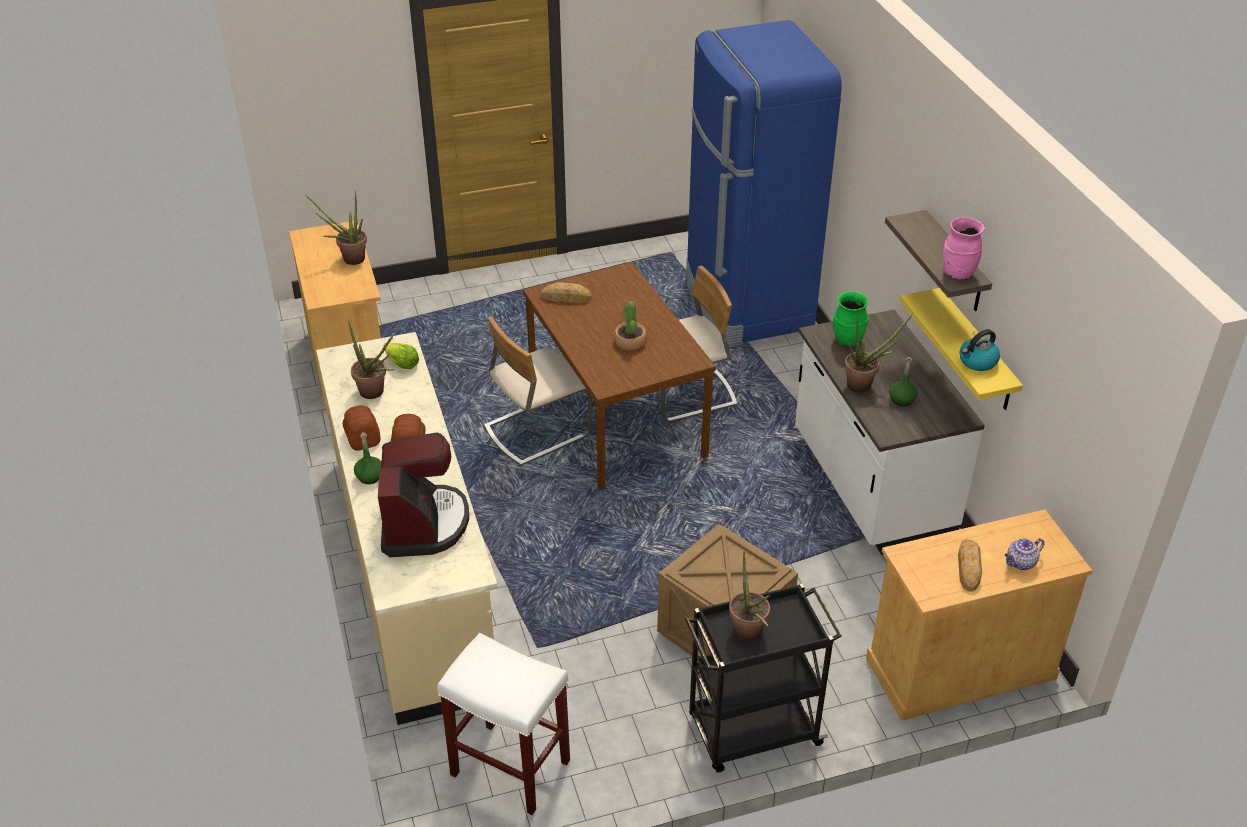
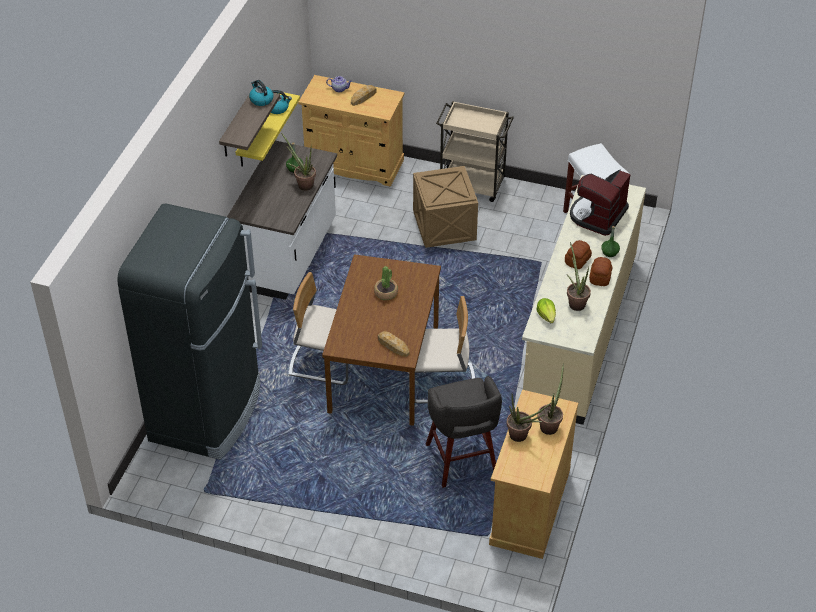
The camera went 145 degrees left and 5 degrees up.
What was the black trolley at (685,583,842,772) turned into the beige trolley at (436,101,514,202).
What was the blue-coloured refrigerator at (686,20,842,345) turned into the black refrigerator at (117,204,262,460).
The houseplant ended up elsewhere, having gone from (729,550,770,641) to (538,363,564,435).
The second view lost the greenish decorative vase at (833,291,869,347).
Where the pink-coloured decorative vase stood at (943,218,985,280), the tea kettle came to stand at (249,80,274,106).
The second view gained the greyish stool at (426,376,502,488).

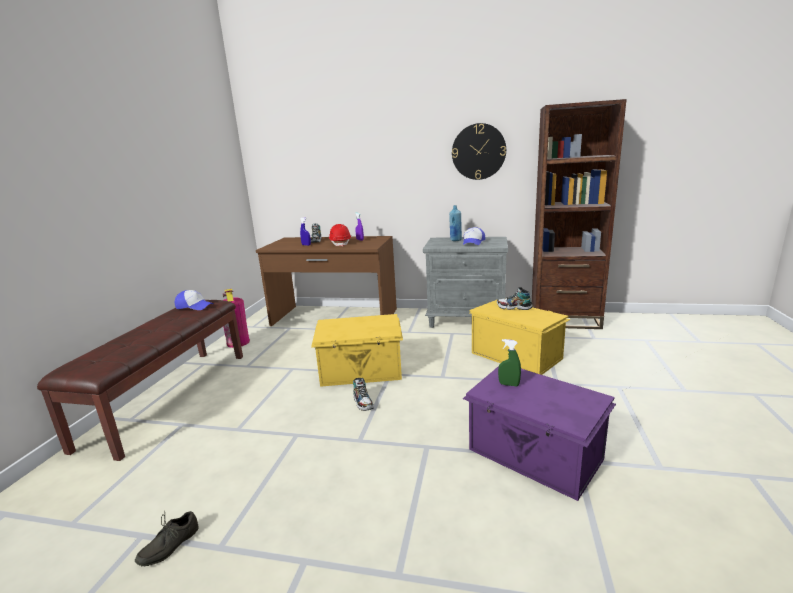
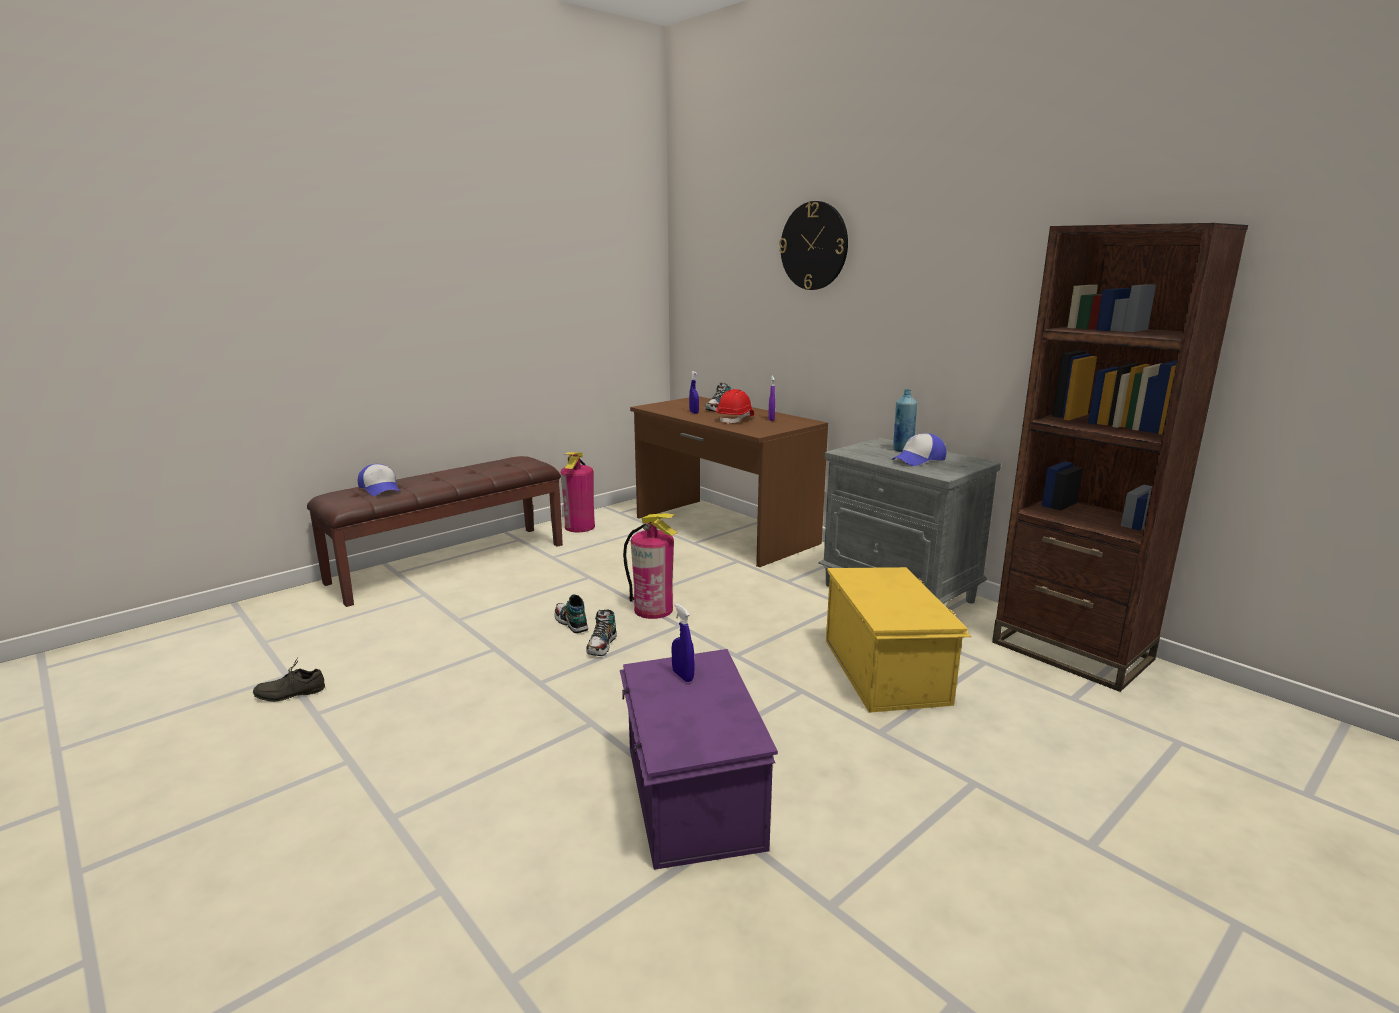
The camera went 35 degrees right and 0 degrees up.
The peaked cap ended up elsewhere, having gone from (175,290,214,310) to (358,464,399,496).
Where the yellowish storage box stood at (311,314,403,387), the fire-fighting cylinder came to stand at (623,513,677,619).
The hanging clock ended up elsewhere, having gone from (452,123,506,180) to (779,201,848,290).
The shoe ended up elsewhere, having gone from (497,287,532,310) to (555,595,588,633).
What was the greenish spray bottle at (498,339,521,386) turned into the blue-coloured spray bottle at (671,603,695,682).

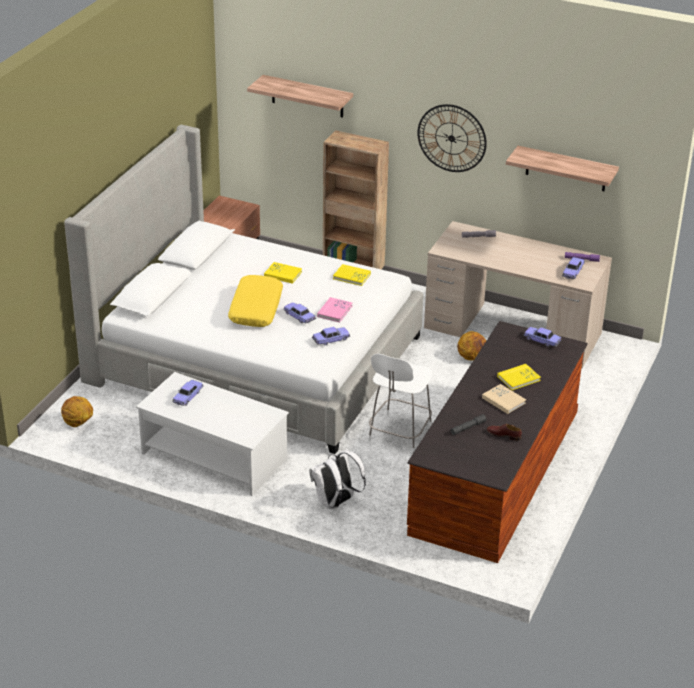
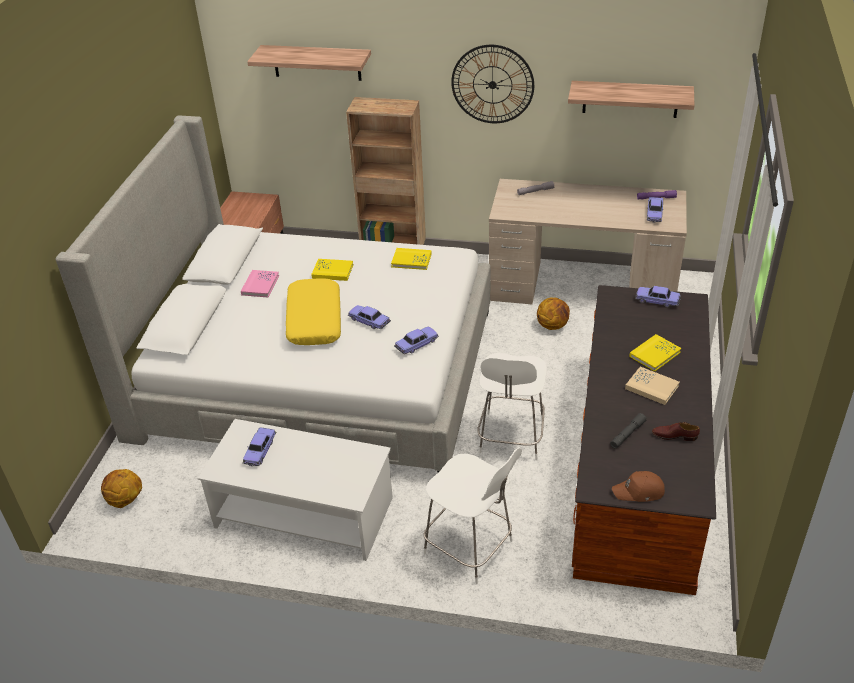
The camera went 10 degrees left and 5 degrees up.
Where the white knapsack stood at (309,449,366,509), the white stool came to stand at (423,448,522,584).
The pink-coloured bound book ended up elsewhere, having gone from (317,297,353,322) to (241,270,279,297).
The second view gained the brown-coloured peaked cap at (612,471,665,502).

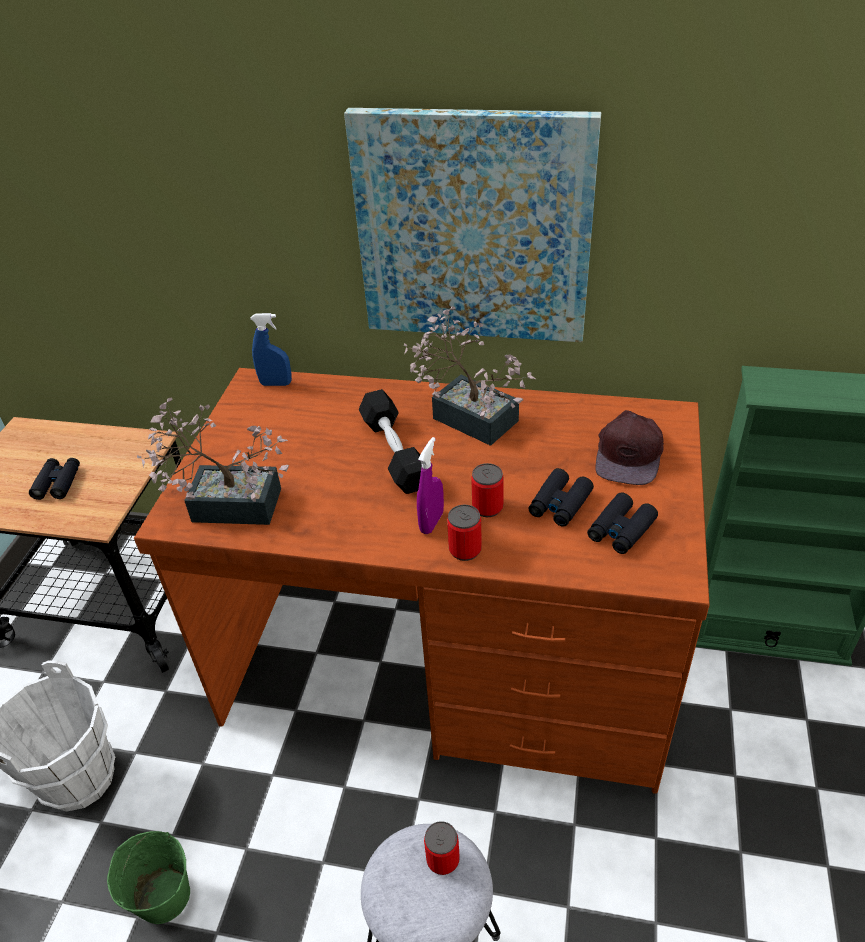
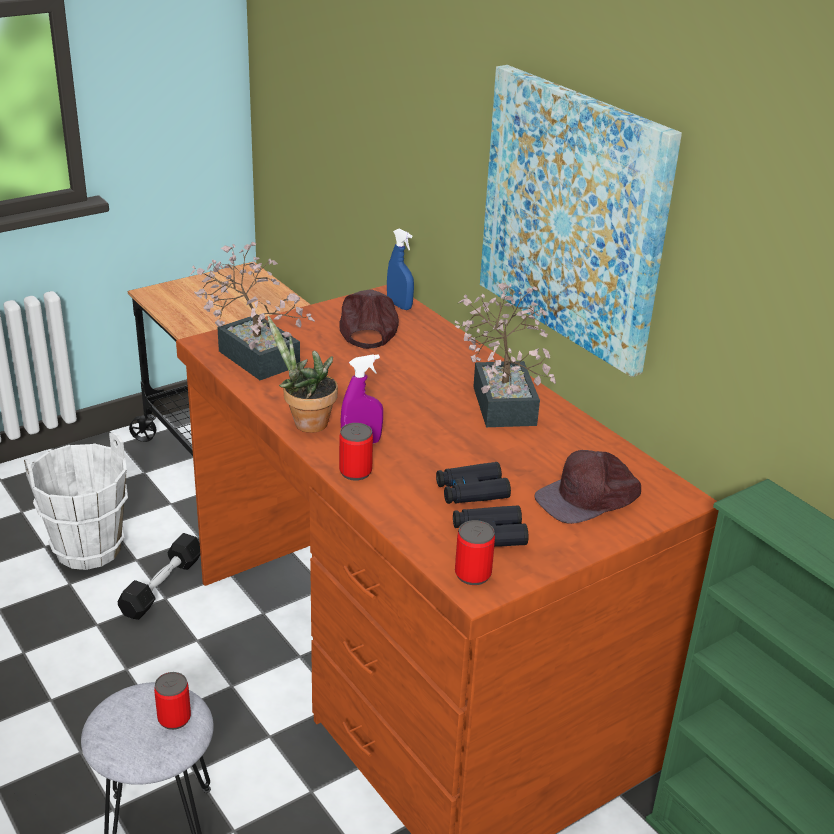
The camera went 40 degrees right and 10 degrees down.
The second view lost the black pair of binoculars at (29,458,80,500).
The second view lost the greenish pail at (107,831,190,924).
The black hand weight ended up elsewhere, having gone from (359,389,422,494) to (117,533,201,620).
The sealed can ended up elsewhere, having gone from (471,463,504,517) to (455,520,495,585).
The second view gained the houseplant at (267,316,338,433).
The second view gained the brown-coloured peaked cap at (339,290,399,349).

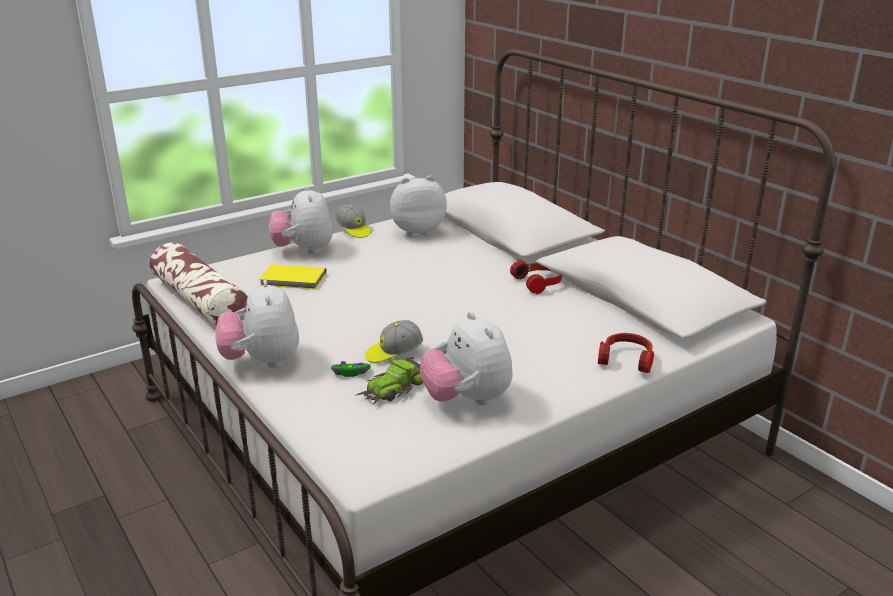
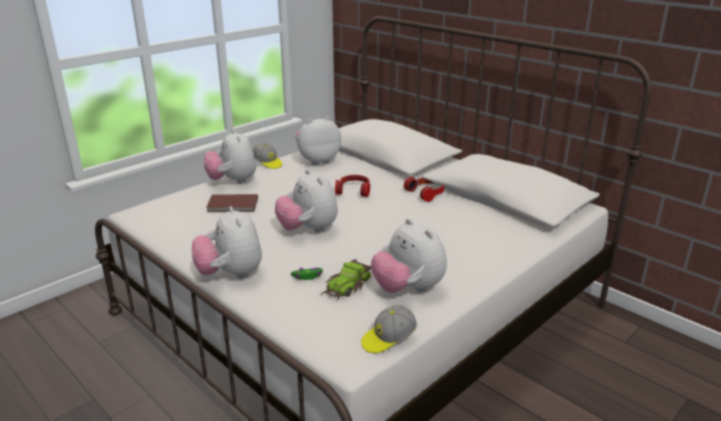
The camera went 10 degrees left and 0 degrees up.
The second view lost the throw pillow at (150,243,248,326).
What was the yellowish bound book at (259,264,326,289) turned into the brown-coloured bound book at (206,194,258,212).
The peaked cap ended up elsewhere, having gone from (365,320,423,363) to (361,305,417,353).
The headphones ended up elsewhere, having gone from (598,333,654,373) to (335,175,370,197).
The second view gained the cuddly toy at (275,169,338,233).

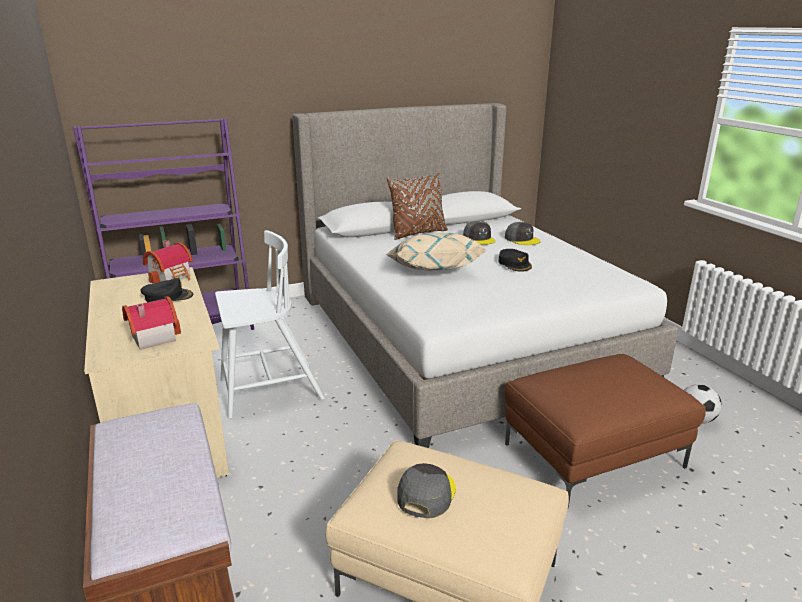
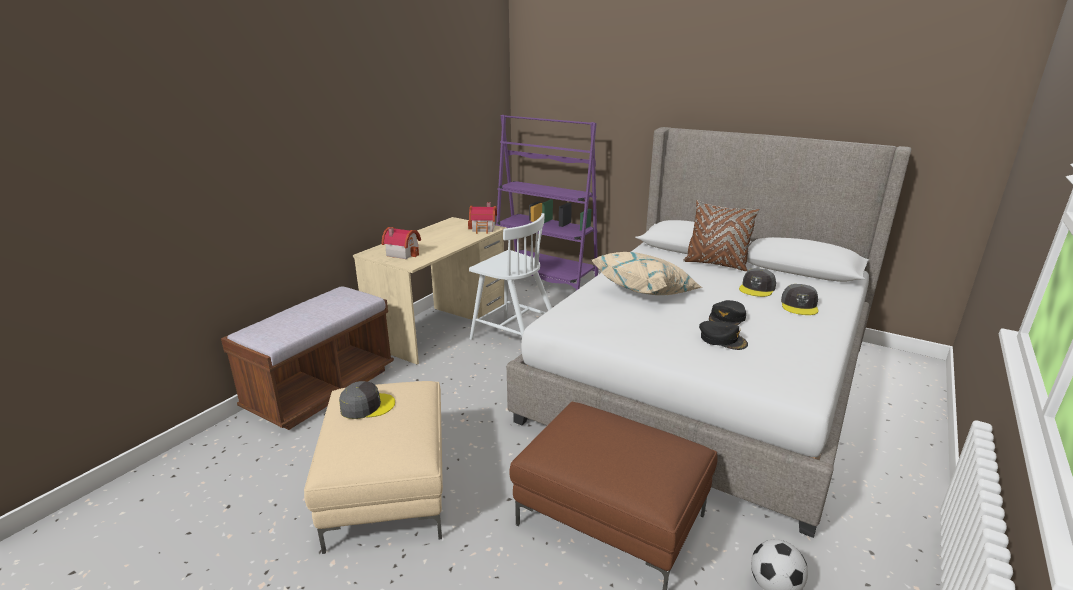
The camera went 55 degrees right and 0 degrees up.
The black peaked cap ended up elsewhere, having gone from (140,278,193,302) to (699,321,748,350).

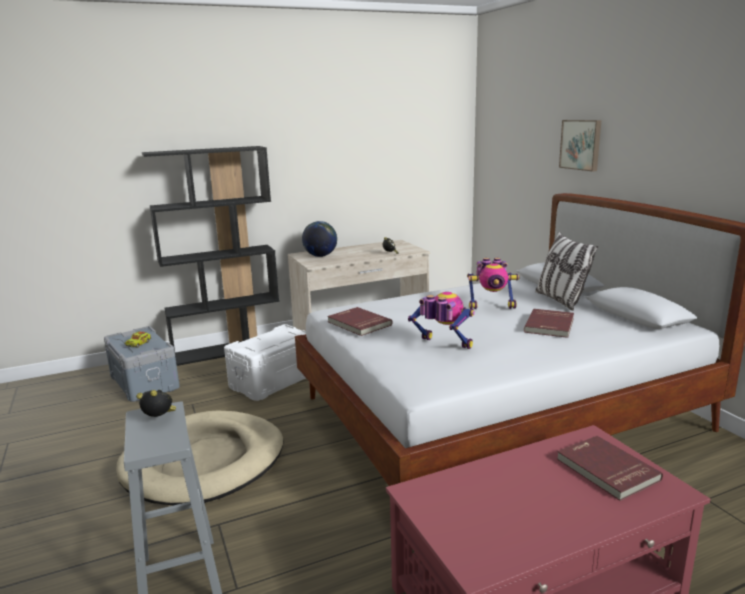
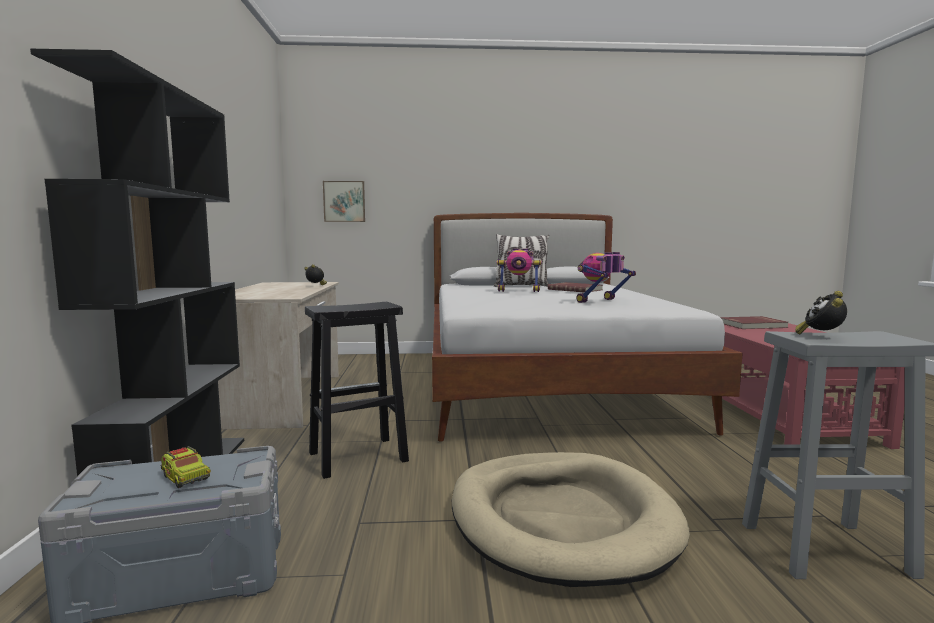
The camera went 70 degrees left and 10 degrees down.
Where the white storage box stood at (224,324,306,401), the black stool came to stand at (305,302,409,479).
The second view lost the globe at (302,221,337,257).
The second view lost the red bound book at (327,307,393,336).
The toy robot at (467,258,519,309) ended up facing another way, 75 degrees clockwise from before.
The wall art ended up elsewhere, having gone from (559,120,601,171) to (323,181,365,222).

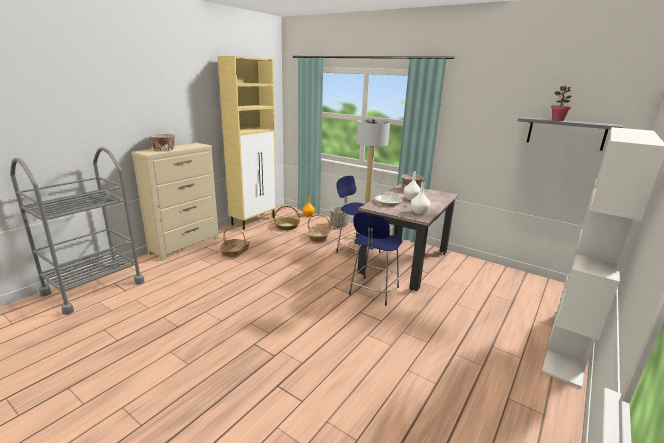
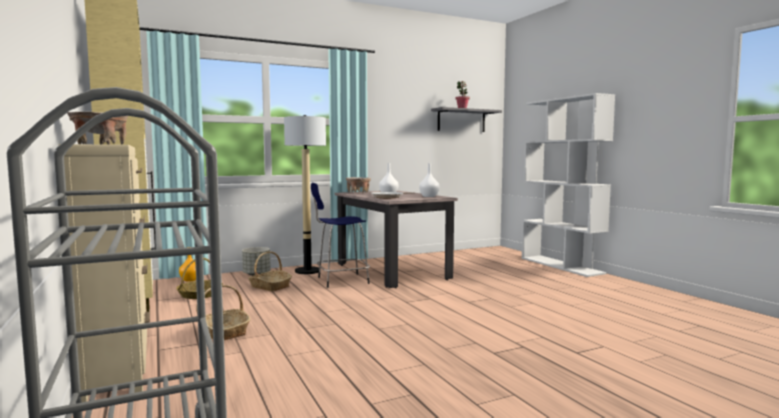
The camera went 60 degrees left and 15 degrees down.
The second view lost the blue-coloured stool at (349,213,403,306).

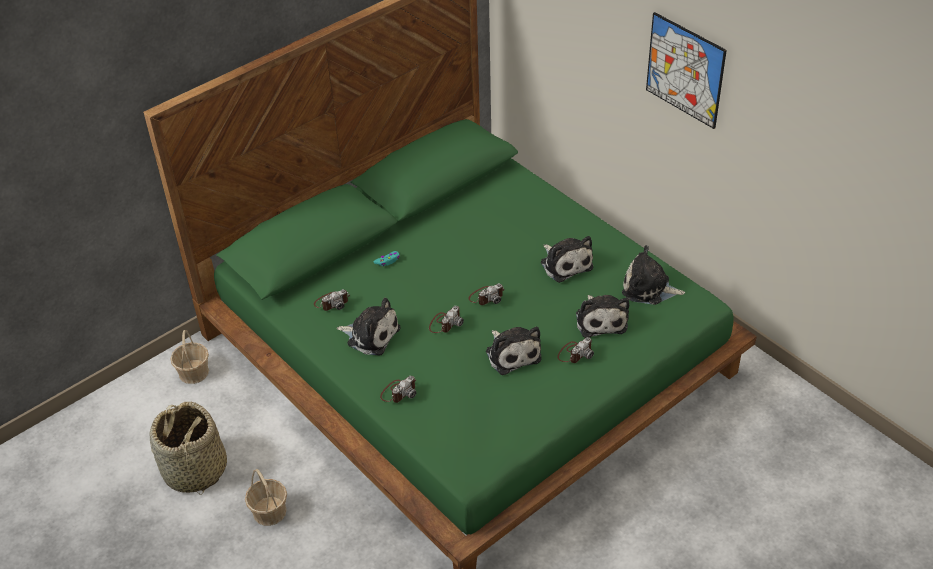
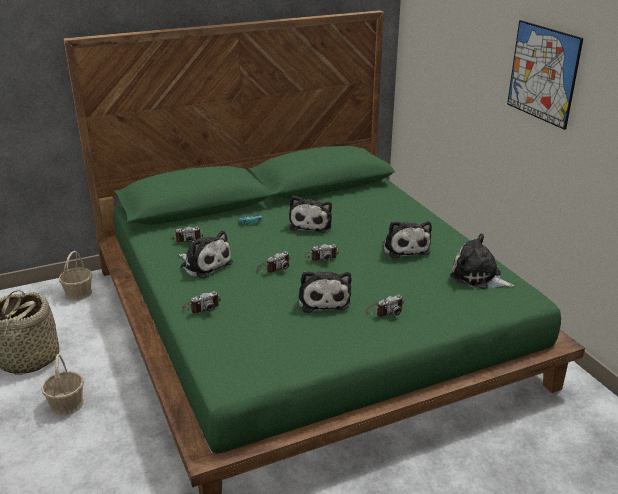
The camera went 15 degrees right and 15 degrees down.
The cuddly toy ended up elsewhere, having gone from (576,295,629,338) to (289,196,332,233).

